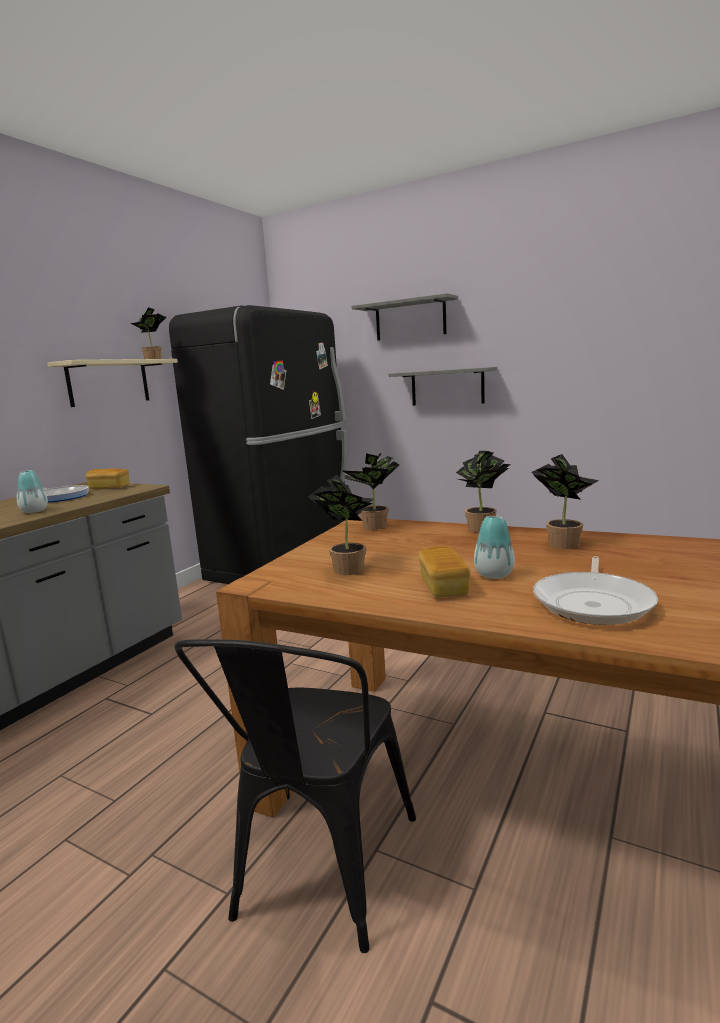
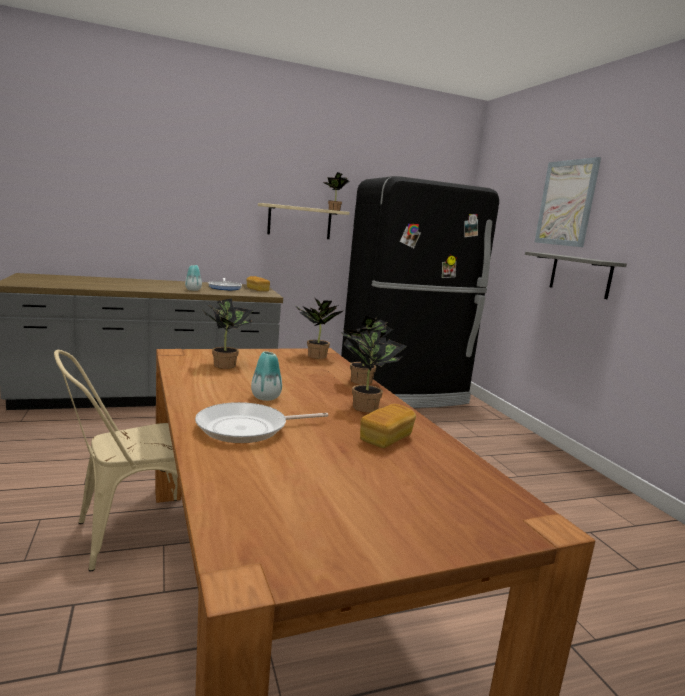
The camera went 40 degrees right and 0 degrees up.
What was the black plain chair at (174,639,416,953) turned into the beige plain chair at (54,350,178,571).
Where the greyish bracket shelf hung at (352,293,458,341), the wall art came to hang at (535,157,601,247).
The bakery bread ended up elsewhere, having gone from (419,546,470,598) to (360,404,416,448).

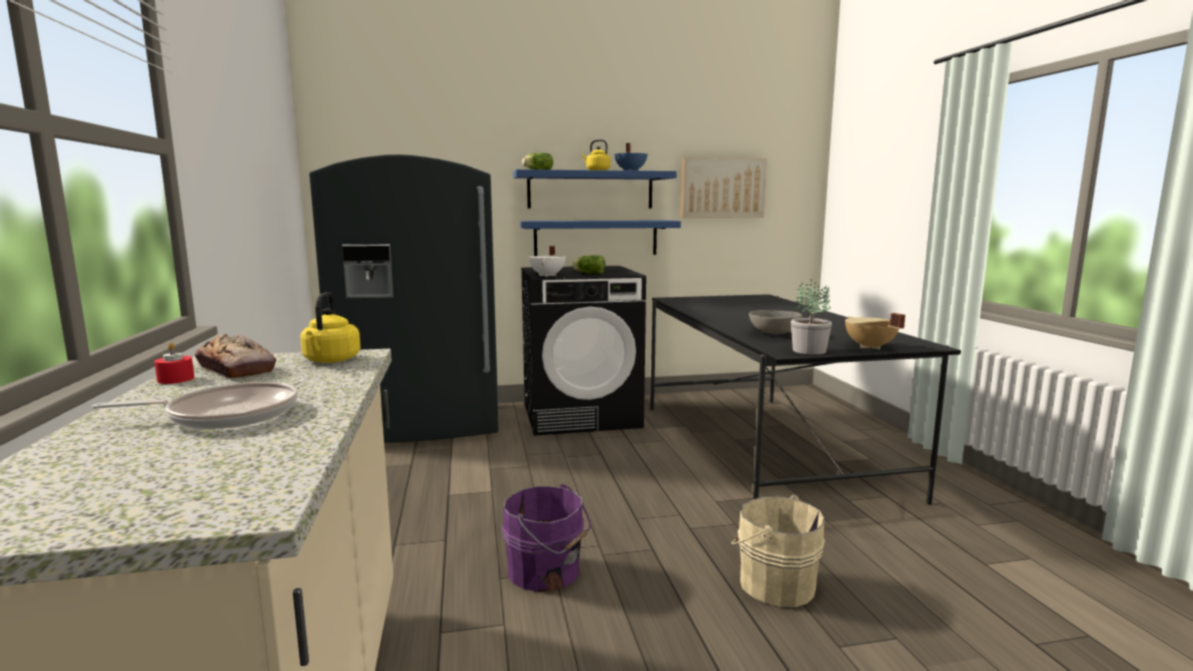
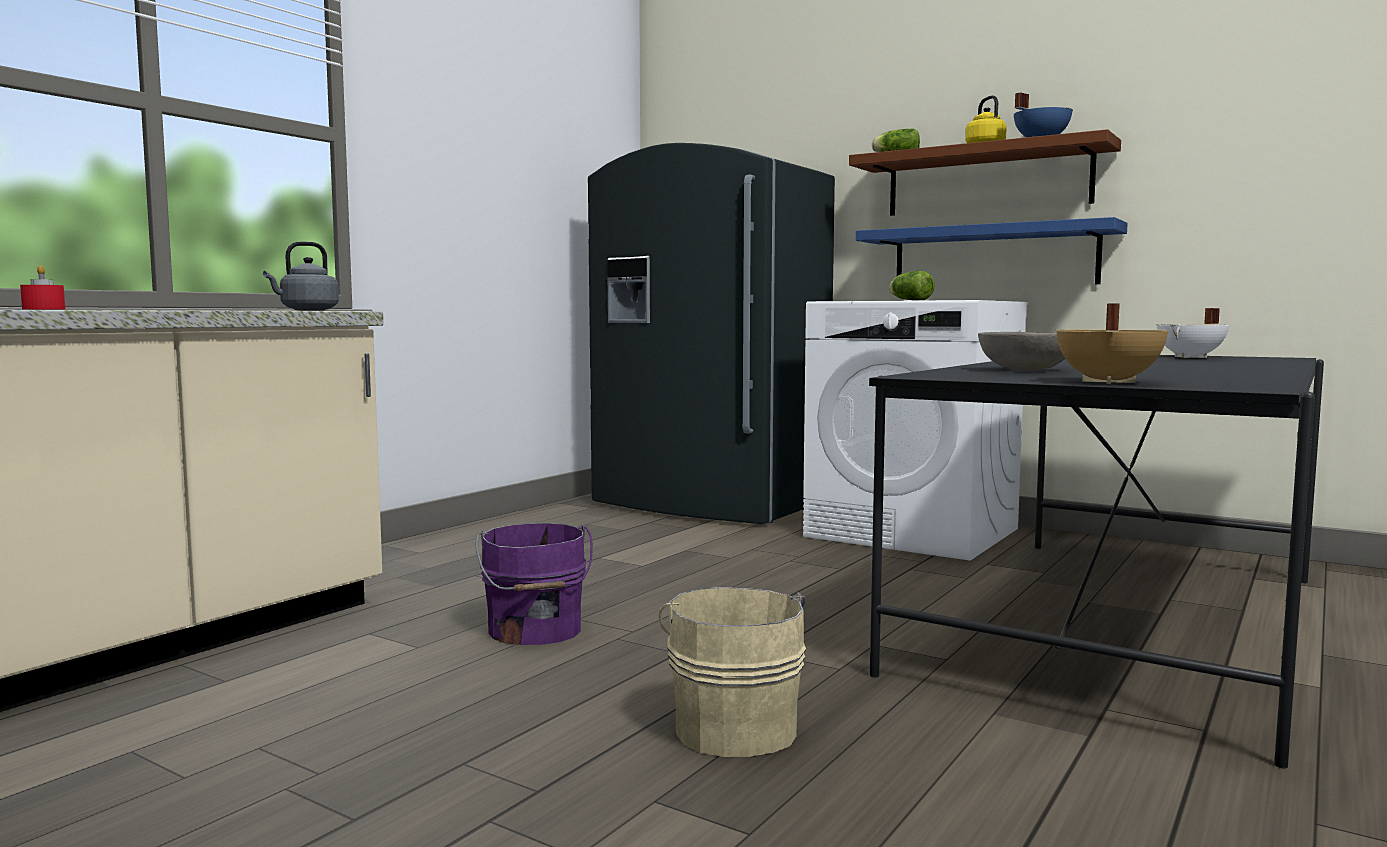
The camera went 45 degrees right and 5 degrees down.
The second view lost the pan at (92,382,298,429).
The red wax candle ended up elsewhere, having gone from (154,342,195,384) to (20,265,65,309).
The second view lost the bakery bread at (195,334,276,378).
What was the yellowish tea kettle at (300,292,361,363) turned into the greyish tea kettle at (263,242,339,311).
What was the blue-coloured bracket shelf at (513,169,677,208) turned into the brown-coloured bracket shelf at (849,129,1121,216).
What was the black laundry appliance at (521,266,646,436) turned into the white laundry appliance at (803,300,1028,561).
The white stockpot ended up elsewhere, having gone from (528,246,566,277) to (1156,308,1229,358).
The second view lost the wall art at (681,158,767,218).
The second view lost the houseplant at (791,279,832,355).

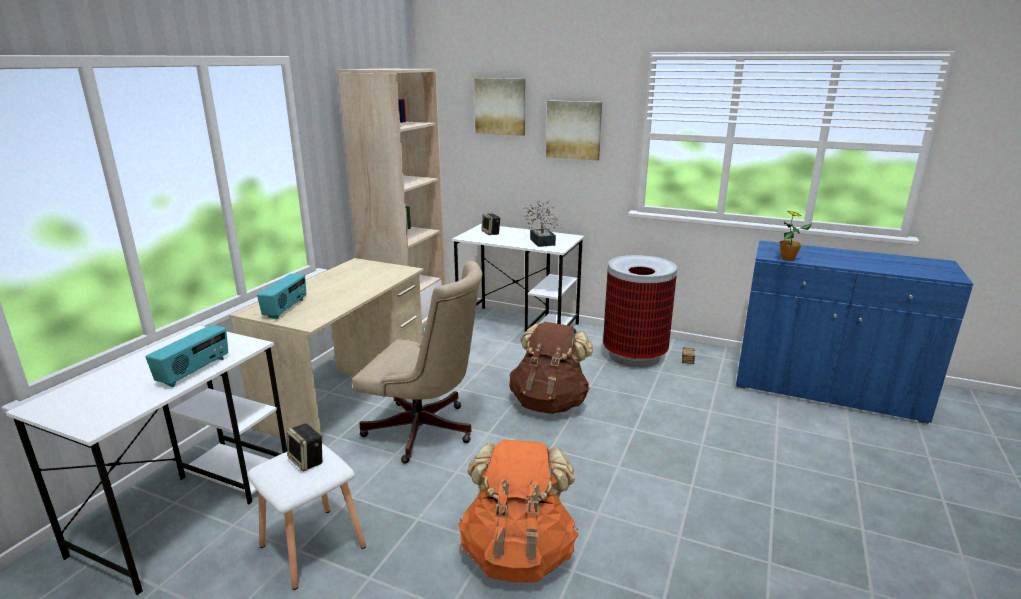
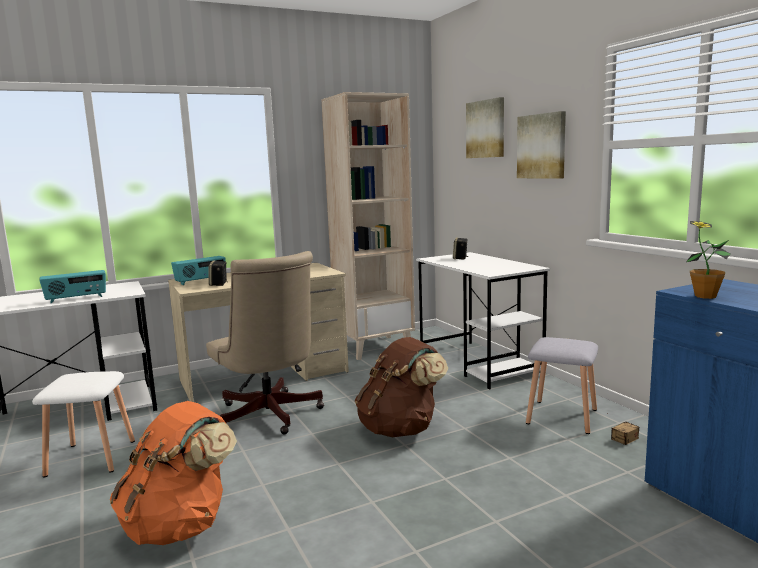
The camera went 40 degrees right and 10 degrees down.
The loudspeaker ended up elsewhere, having gone from (287,424,323,472) to (208,260,227,286).
The second view lost the houseplant at (523,200,561,247).
Where the rubbish bin stood at (603,255,677,368), the greyish stool came to stand at (526,337,598,434).

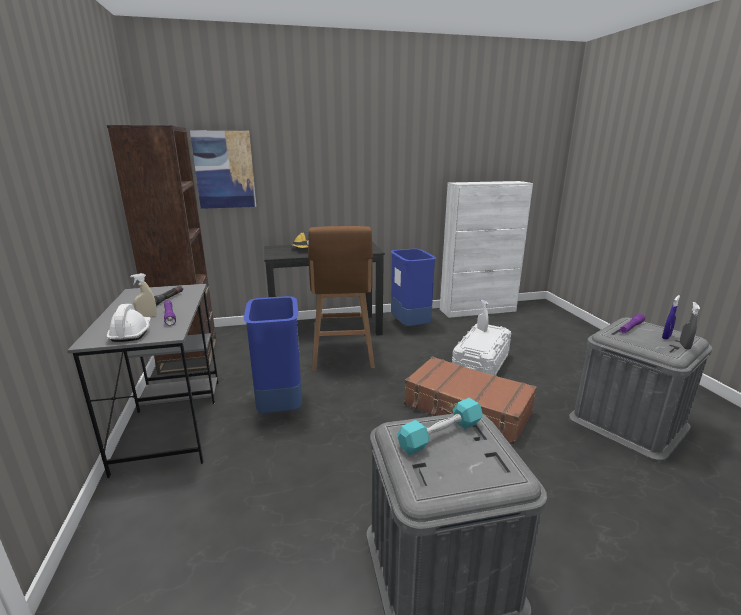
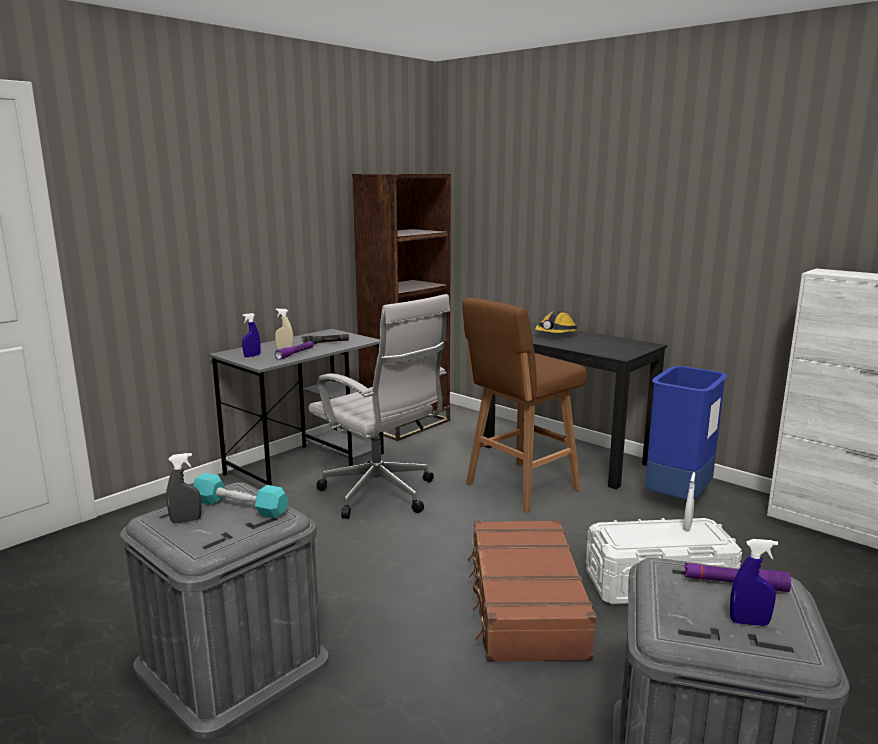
The camera went 55 degrees right and 5 degrees down.
Where the white work helmet stood at (107,304,151,342), the blue-coloured spray bottle came to stand at (242,313,261,357).
The second view lost the wall art at (190,131,256,209).
Where the blue-coloured rubbish bin stood at (244,296,302,413), the white computer chair came to stand at (309,294,450,519).
The greyish spray bottle ended up elsewhere, having gone from (680,302,700,350) to (166,453,202,523).

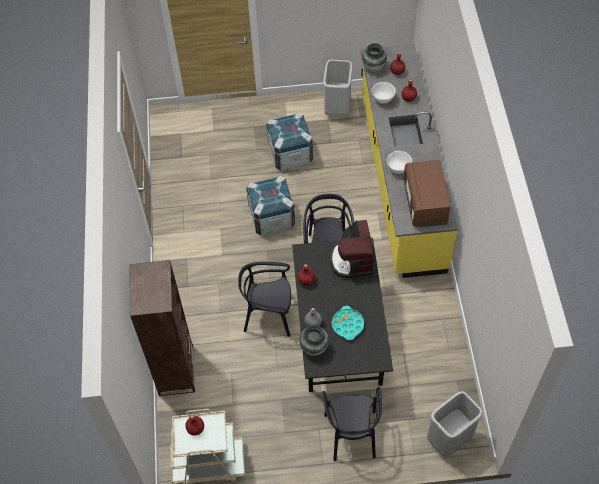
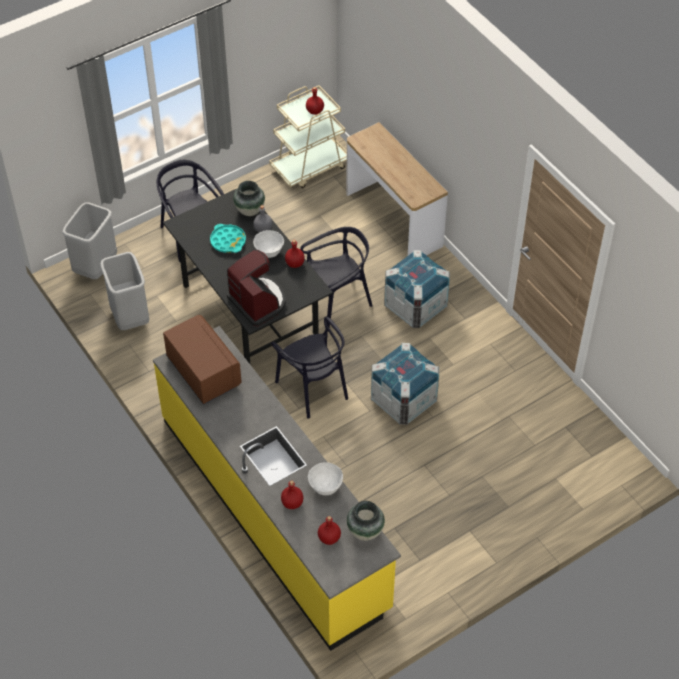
The camera went 150 degrees right and 5 degrees down.
Where the brown-coloured bookshelf stood at (129,260,195,396), the hall table came to stand at (346,122,448,255).
The shipping crate ended up elsewhere, having gone from (266,113,313,171) to (384,250,450,328).
The greyish rubbish bin ended up elsewhere, having gone from (323,59,353,117) to (100,252,149,330).
The white bowl ended up elsewhere, having gone from (387,151,412,174) to (253,230,284,258).

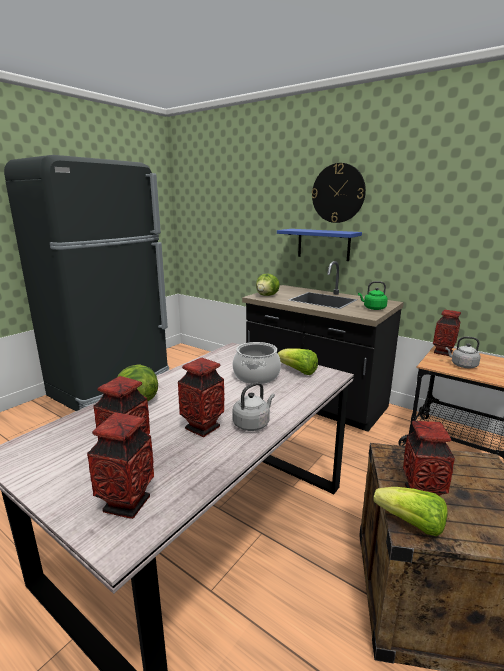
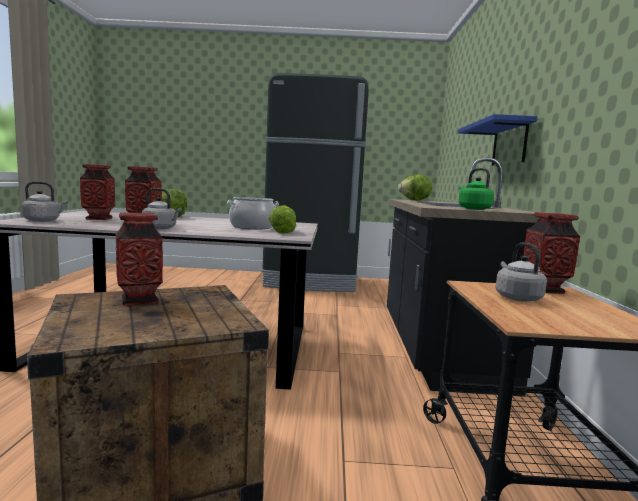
The camera went 55 degrees right and 10 degrees down.
Where the decorative vase stood at (87,412,154,519), the greyish tea kettle came to stand at (22,181,68,222).
The second view lost the hanging clock at (312,163,366,223).
The second view lost the lettuce at (373,487,448,536).

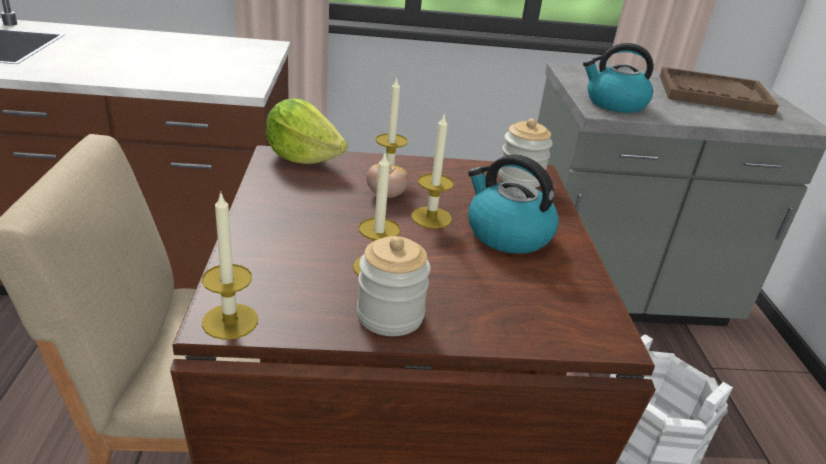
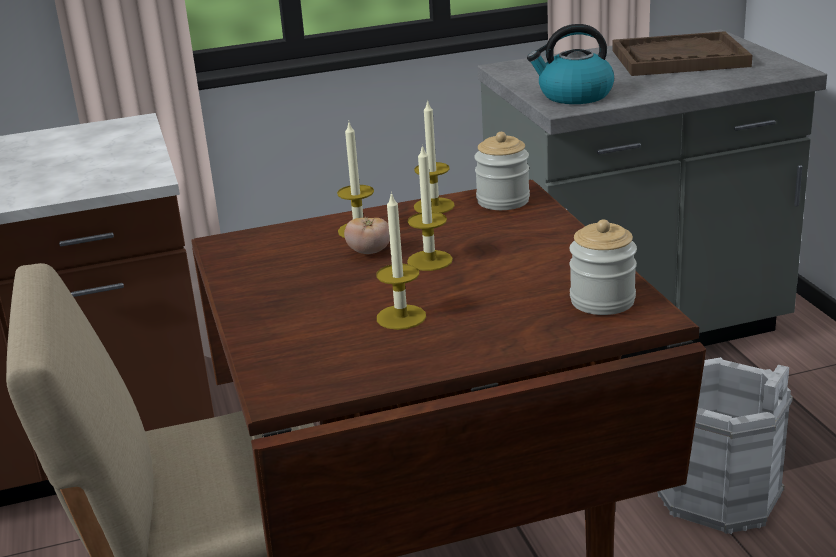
The camera went 10 degrees left and 5 degrees down.
The wax candle ended up elsewhere, having gone from (202,191,258,340) to (414,99,455,213).
The second view lost the lettuce at (266,98,348,164).
The preserve jar ended up elsewhere, having gone from (357,236,431,336) to (570,219,637,315).
The second view lost the tea kettle at (468,154,559,254).

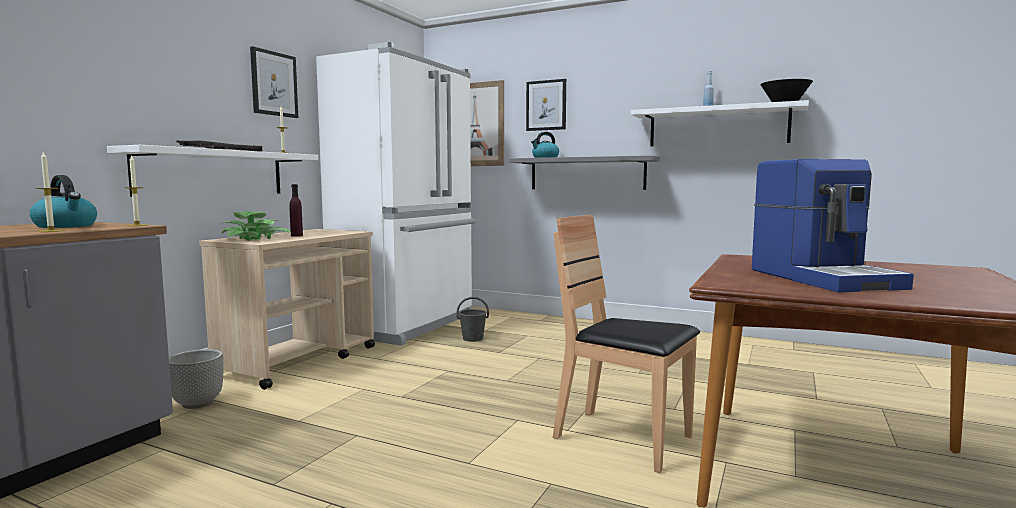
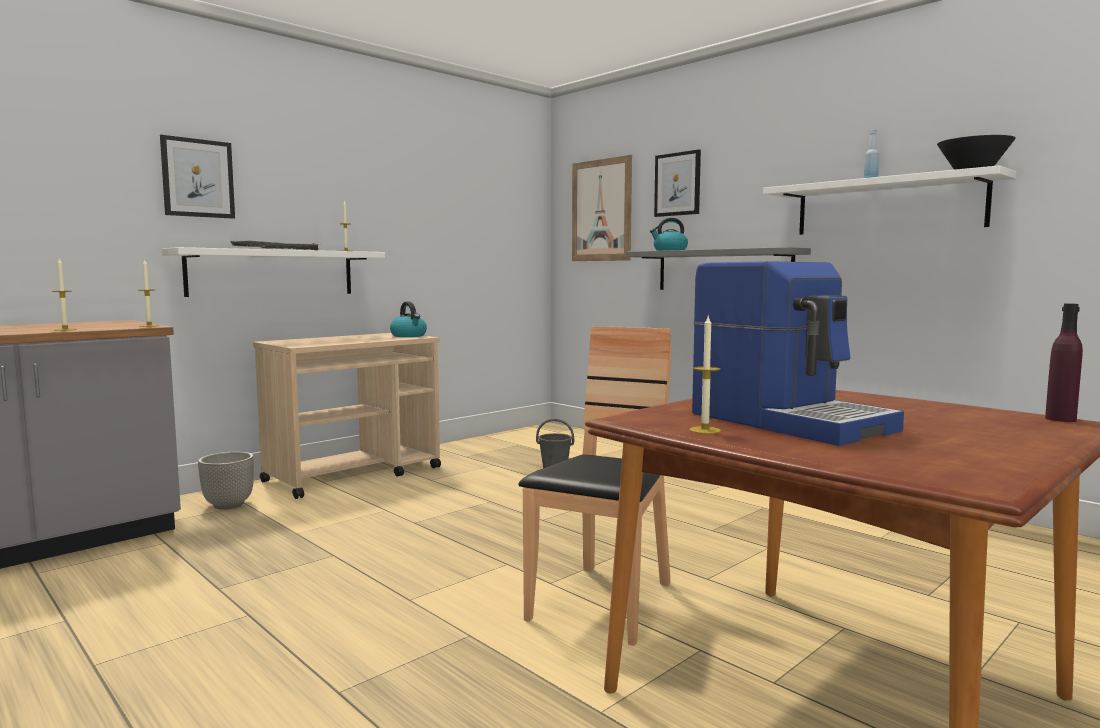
The camera went 20 degrees right and 0 degrees up.
The tea kettle ended up elsewhere, having gone from (30,175,97,228) to (390,301,427,337).
The second view lost the houseplant at (220,212,291,241).
The wall art ended up elsewhere, having gone from (250,46,298,118) to (160,135,235,219).
The purplish drink bottle ended up elsewhere, having gone from (290,184,303,237) to (1045,304,1083,422).
The second view lost the white refrigerator at (316,42,476,346).
The brown-coloured plain chair at (553,215,700,473) ended up facing another way, 60 degrees clockwise from before.
The coffee machine at (752,159,914,292) ended up facing another way, 45 degrees counterclockwise from before.
The second view gained the wax candle at (690,316,721,434).

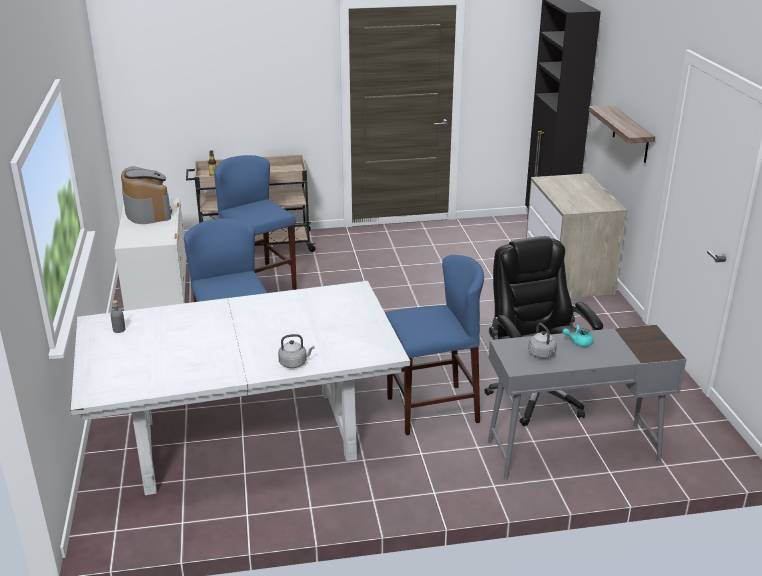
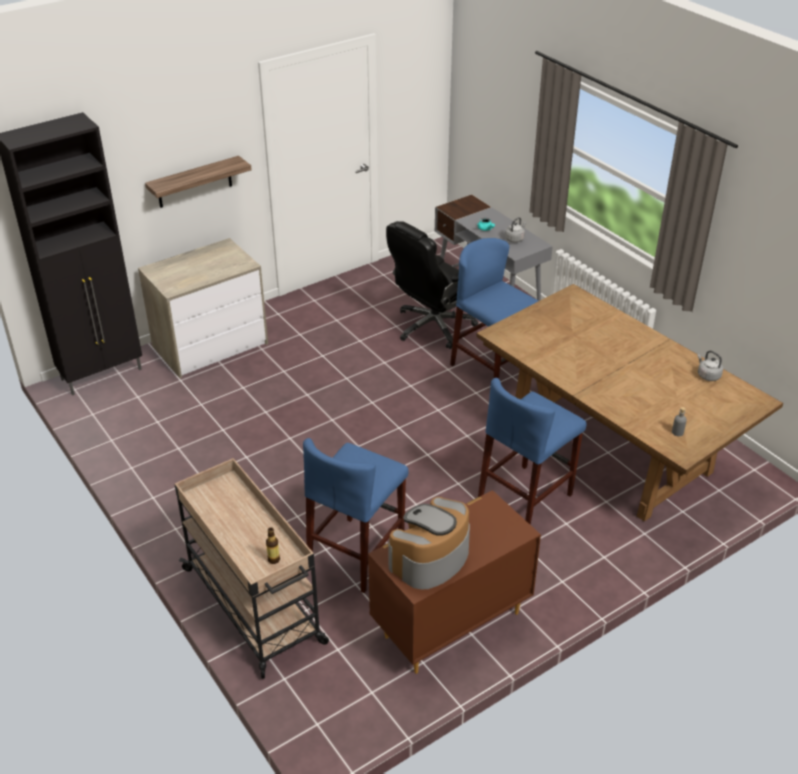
The camera went 115 degrees left and 10 degrees up.
What was the white kitchen table at (70,281,410,495) turned into the brown-coloured kitchen table at (476,284,783,522).
What was the white dresser at (115,198,186,311) turned into the brown-coloured dresser at (368,490,541,674).
The greyish tea kettle ended up elsewhere, having gone from (278,334,315,368) to (697,351,723,381).

